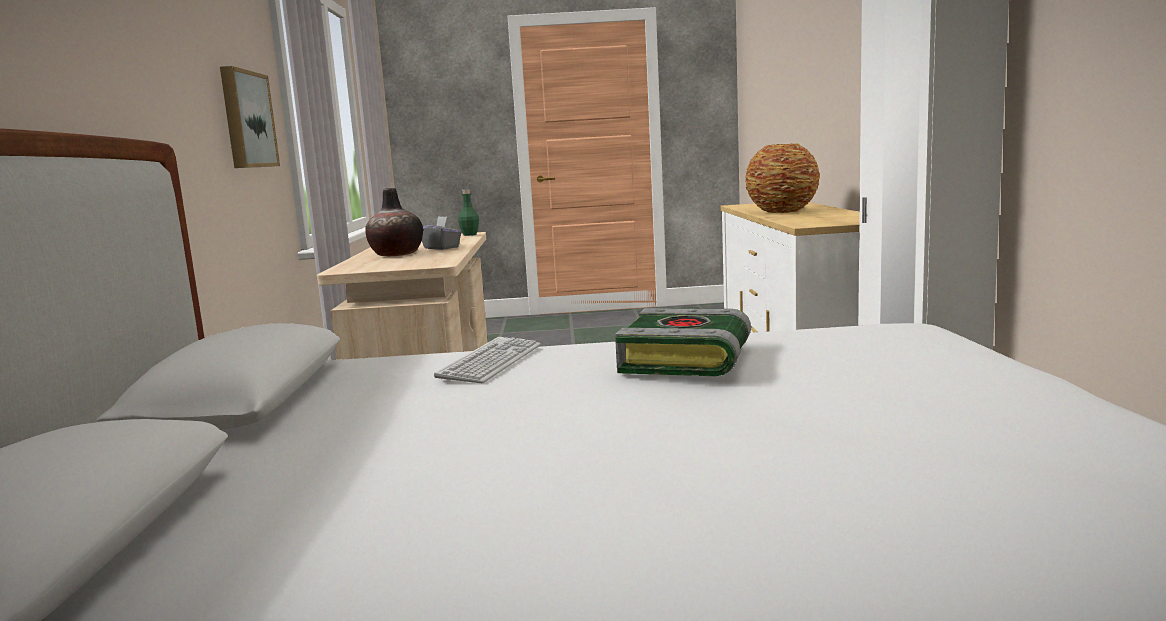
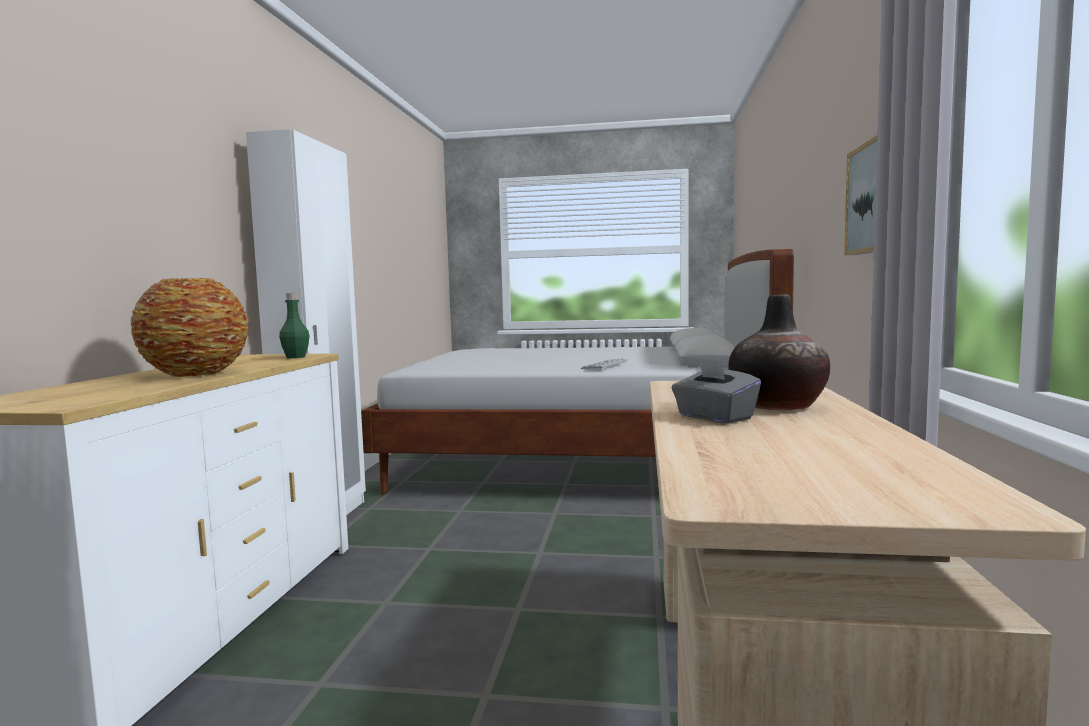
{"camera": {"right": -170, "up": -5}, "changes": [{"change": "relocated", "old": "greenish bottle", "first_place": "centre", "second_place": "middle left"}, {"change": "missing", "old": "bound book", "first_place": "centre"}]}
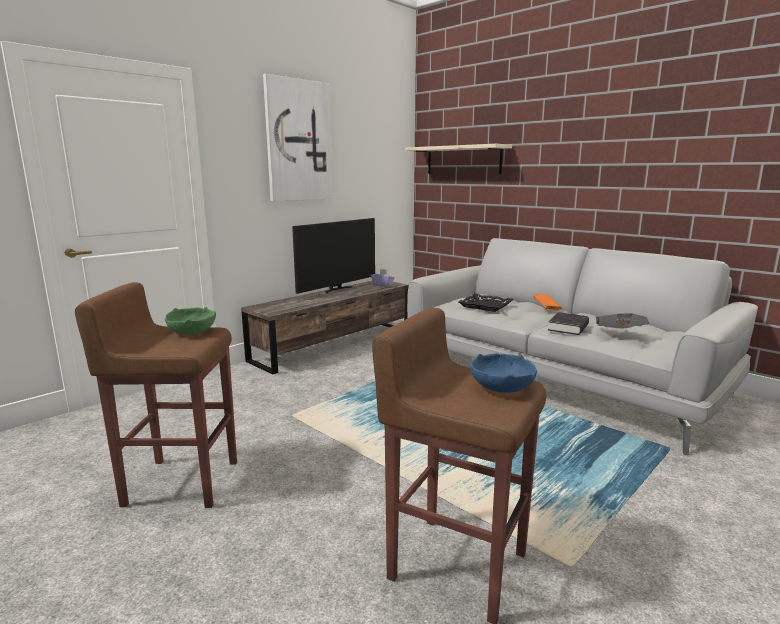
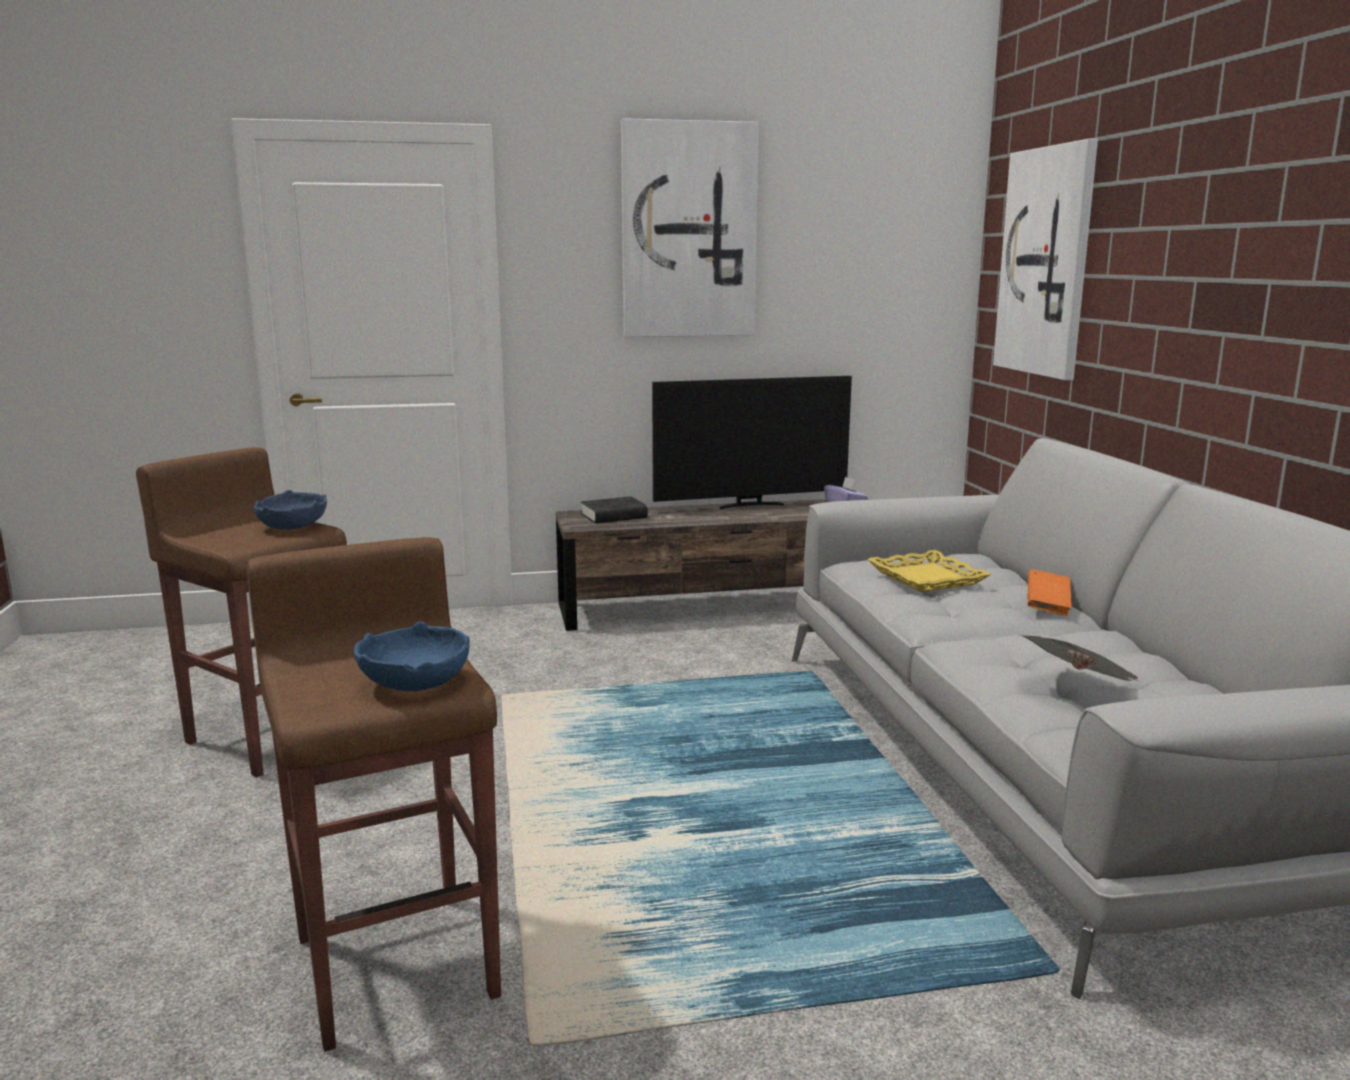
{"camera": {"right": 35, "up": 0}, "changes": [{"change": "exchanged", "old": "beige-coloured bracket shelf", "new": "wall art (no. 2 from left)", "first_place": "top centre", "second_place": "top right"}, {"change": "colour", "old": "blackish tray", "new": "yellowish tray", "first_place": "centre", "second_place": "middle right"}, {"change": "colour", "old": "greenish bowl", "new": "blue bowl (no. 1 from left)", "first_place": "middle left", "second_place": "middle left"}, {"change": "relocated", "old": "blackish bound book", "first_place": "middle right", "second_place": "centre"}]}
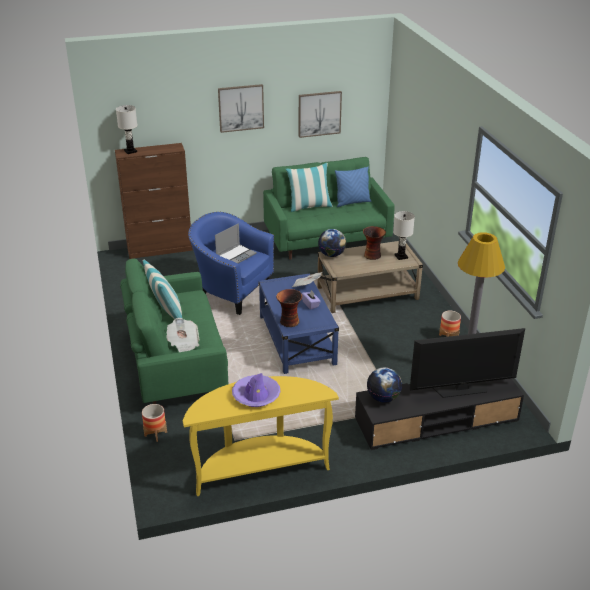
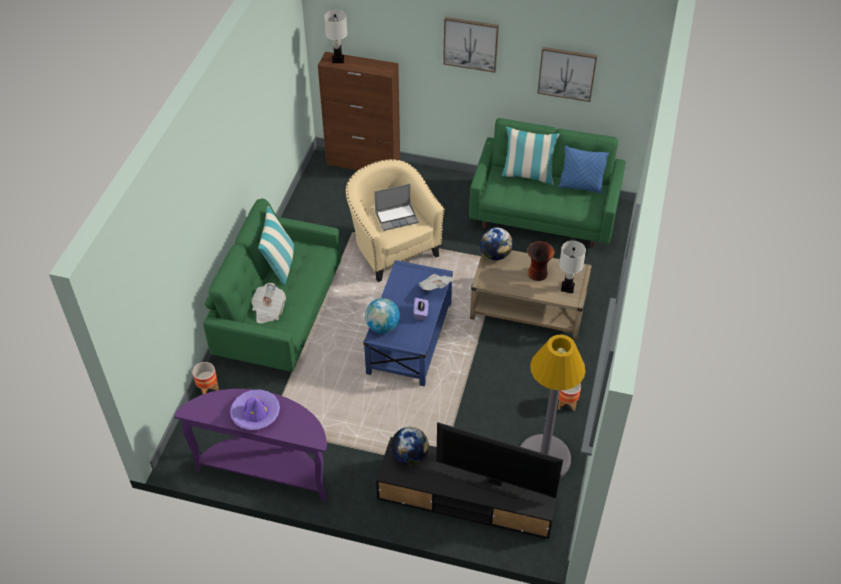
{"camera": {"right": 30, "up": 15}, "changes": [{"change": "colour", "old": "blue easy chair", "new": "beige-coloured easy chair", "first_place": "centre", "second_place": "centre"}, {"change": "exchanged", "old": "decorative vase (no. 1 from left)", "new": "desk globe (no. 1 from left)", "first_place": "centre", "second_place": "centre"}, {"change": "colour", "old": "yellowish console table", "new": "purplish console table", "first_place": "bottom centre", "second_place": "bottom left"}]}
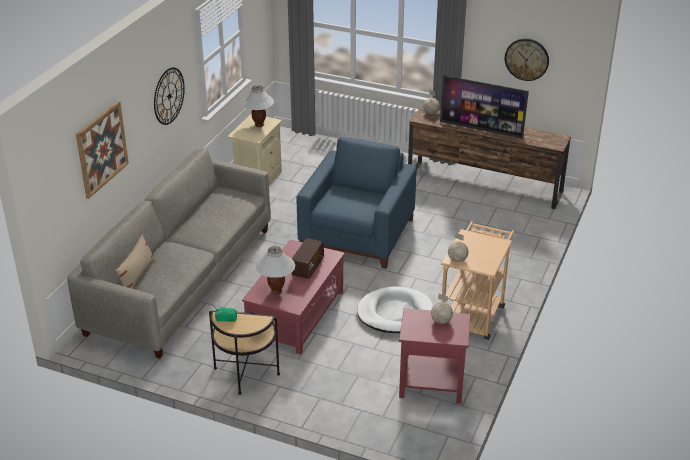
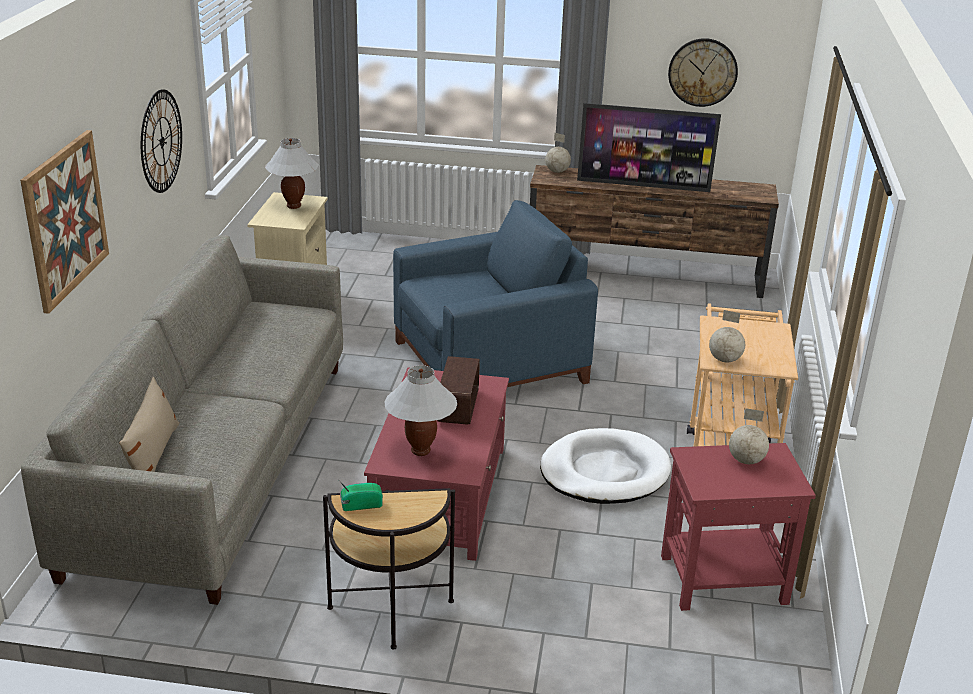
{"camera": {"right": -15, "up": -5}, "changes": [{"change": "spun", "old": "blue easy chair", "first_place": "centre", "second_place": "centre", "degrees": 60}]}
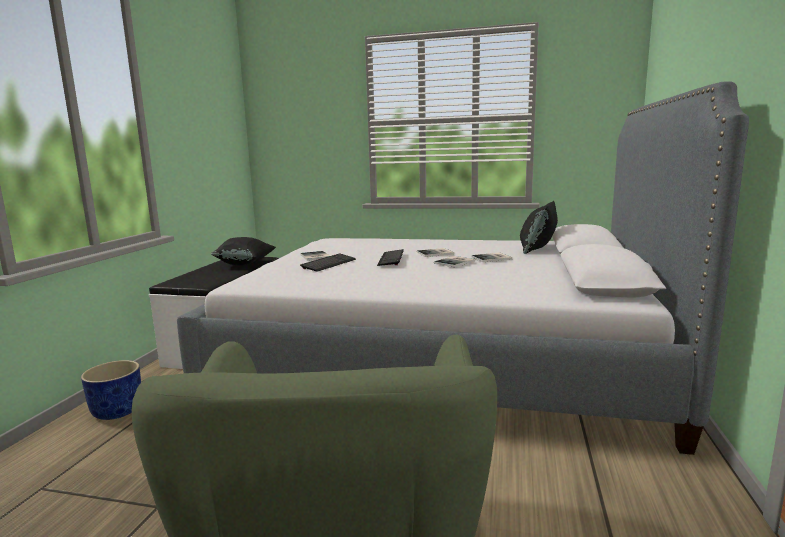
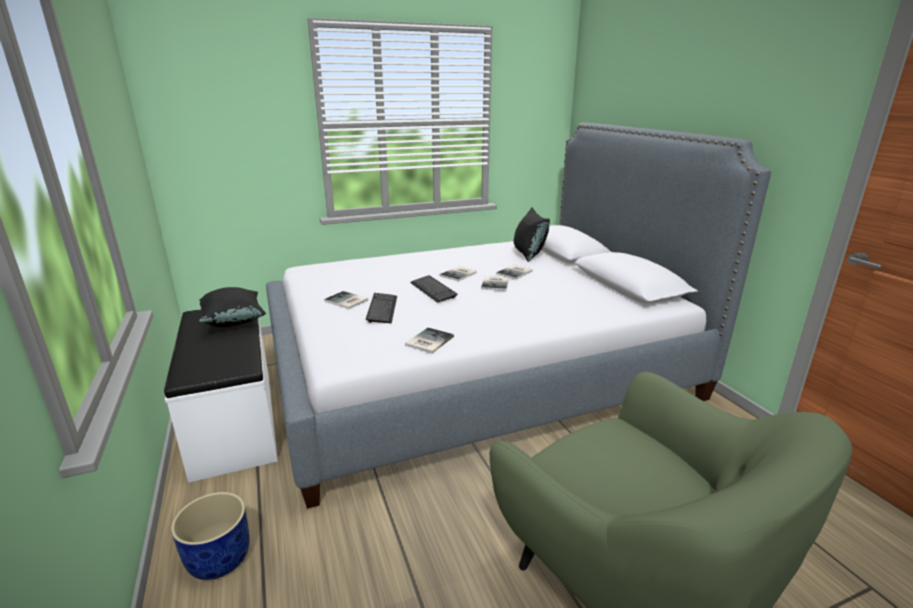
{"camera": {"right": -35, "up": 10}, "changes": [{"change": "appeared", "new": "bound book (no. 2 from left)", "second_place": "centre"}]}
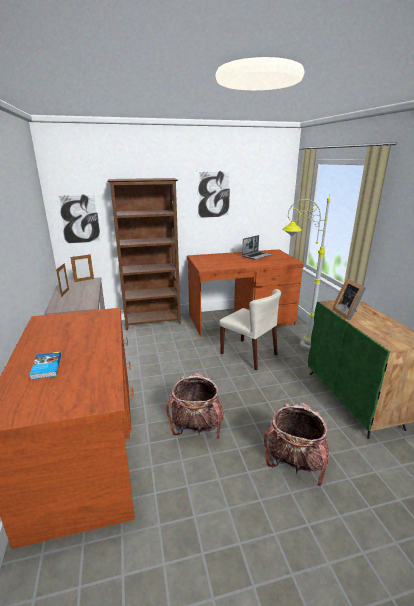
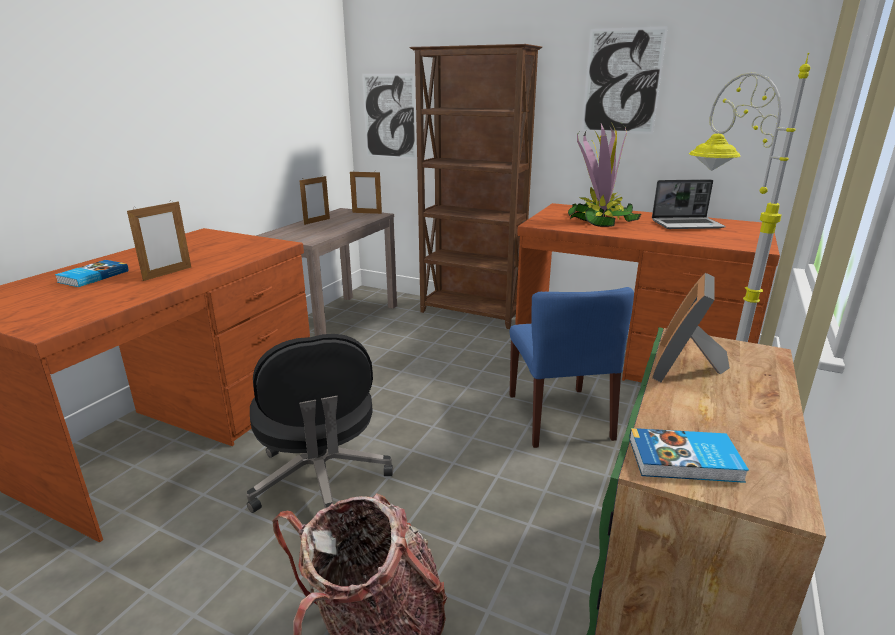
{"camera": {"right": 40, "up": 0}, "changes": [{"change": "colour", "old": "beige-coloured upright chair", "new": "blue upright chair", "first_place": "centre", "second_place": "centre"}, {"change": "exchanged", "old": "knapsack (no. 1 from left)", "new": "blackish computer chair", "first_place": "bottom centre", "second_place": "centre"}, {"change": "appeared", "new": "houseplant", "second_place": "top right"}, {"change": "appeared", "new": "picture frame (no. 1 from left)", "second_place": "middle left"}, {"change": "appeared", "new": "bound book (no. 2 from left)", "second_place": "bottom right"}]}
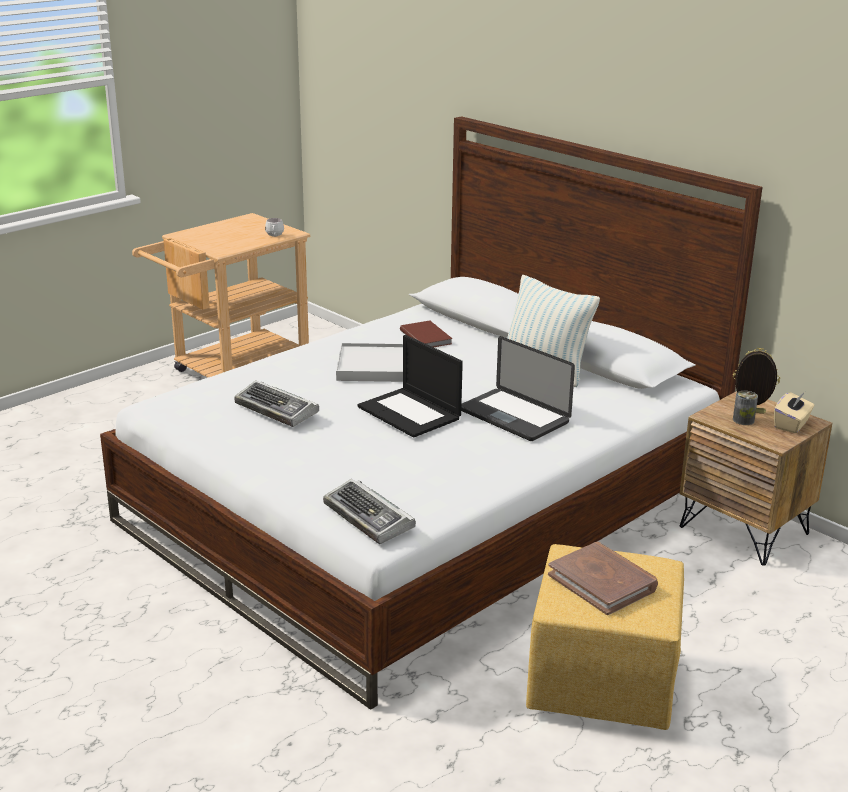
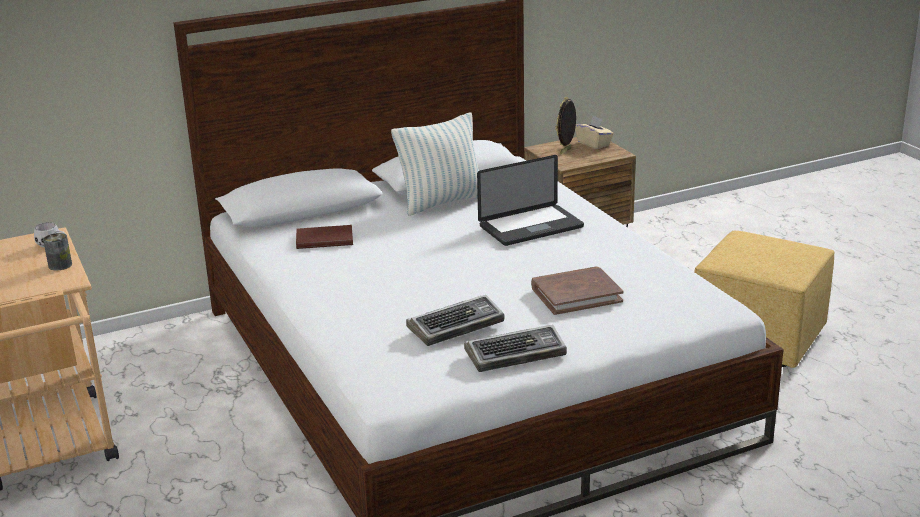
{"camera": {"right": -70, "up": 0}, "changes": [{"change": "missing", "old": "notebook computer (no. 1 from left)", "first_place": "centre"}, {"change": "missing", "old": "white tray", "first_place": "centre"}, {"change": "relocated", "old": "sealed can", "first_place": "middle right", "second_place": "middle left"}, {"change": "relocated", "old": "computer keyboard (no. 2 from left)", "first_place": "centre", "second_place": "bottom centre"}, {"change": "relocated", "old": "brownish bound book (no. 2 from left)", "first_place": "bottom right", "second_place": "centre"}]}
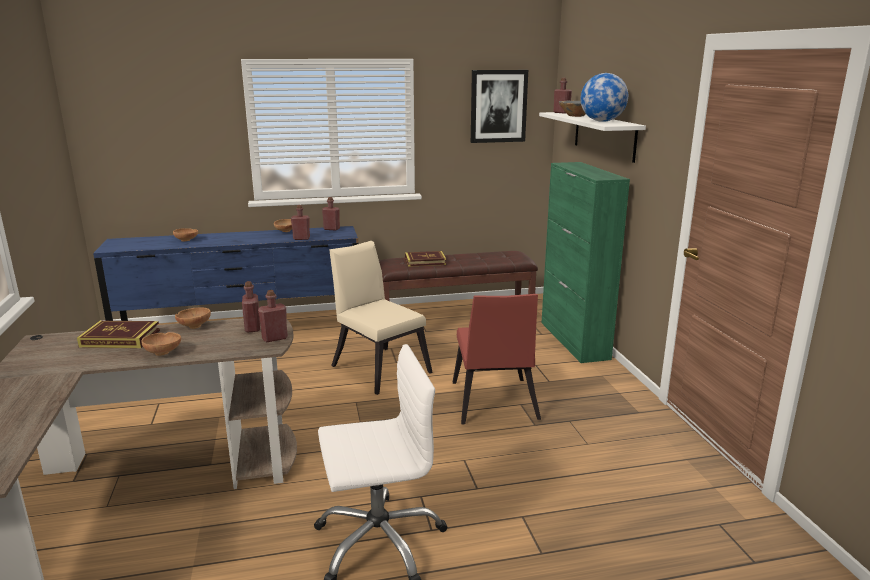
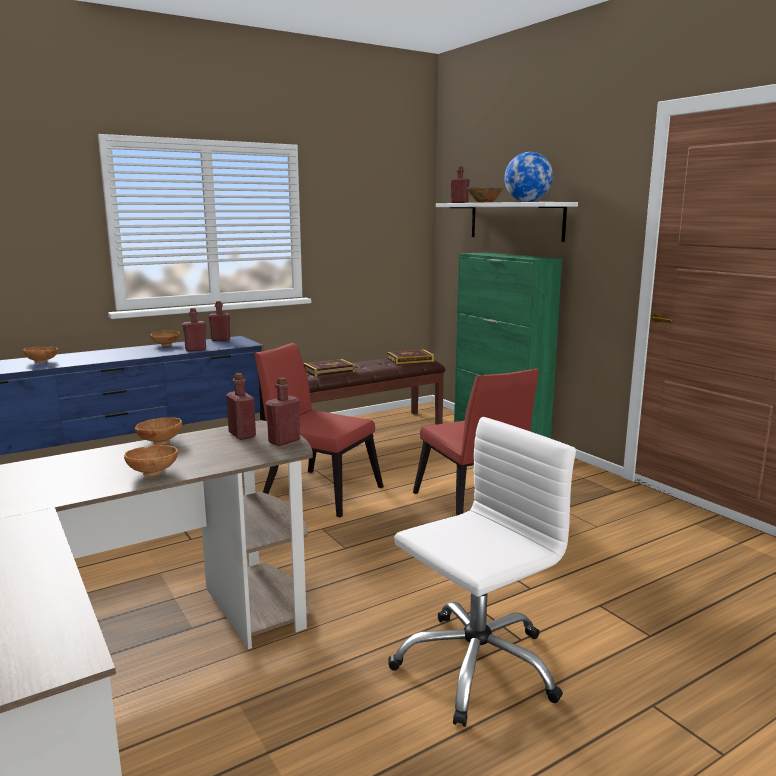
{"camera": {"right": -20, "up": -5}, "changes": [{"change": "missing", "old": "wall art", "first_place": "top centre"}, {"change": "colour", "old": "beige-coloured upright chair", "new": "red upright chair (no. 1 from left)", "first_place": "centre", "second_place": "centre"}, {"change": "relocated", "old": "bound book (no. 1 from left in the first image)", "new": "bound book (no. 2 from left)", "first_place": "middle left", "second_place": "centre"}]}
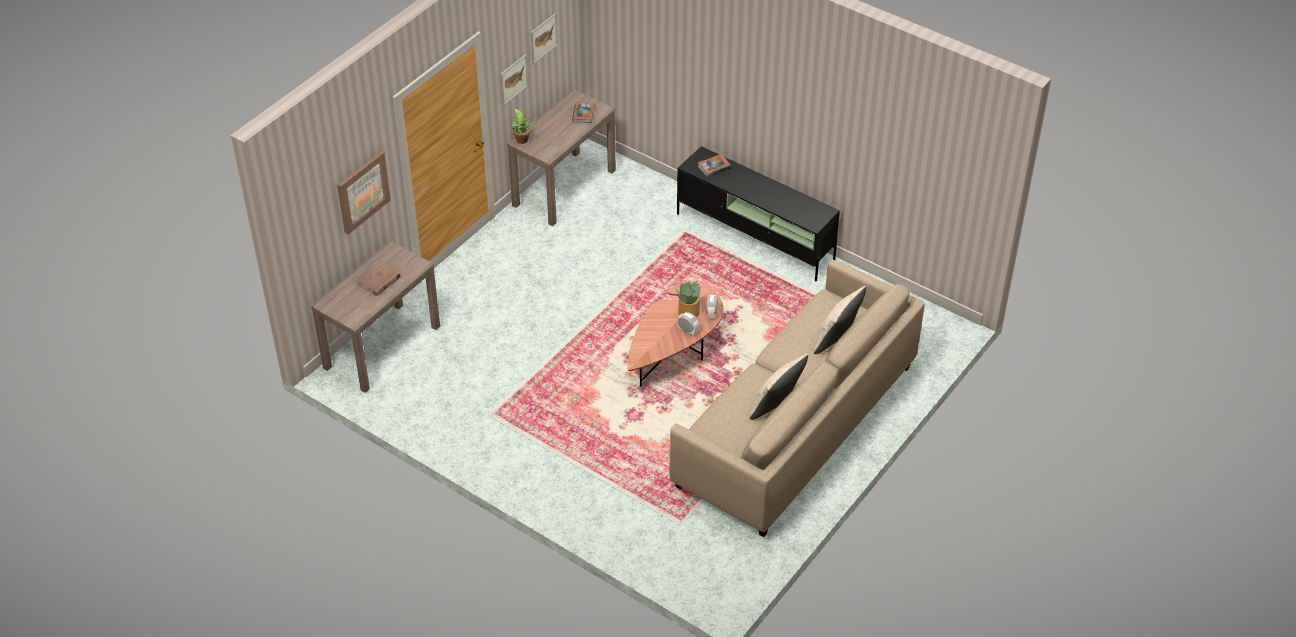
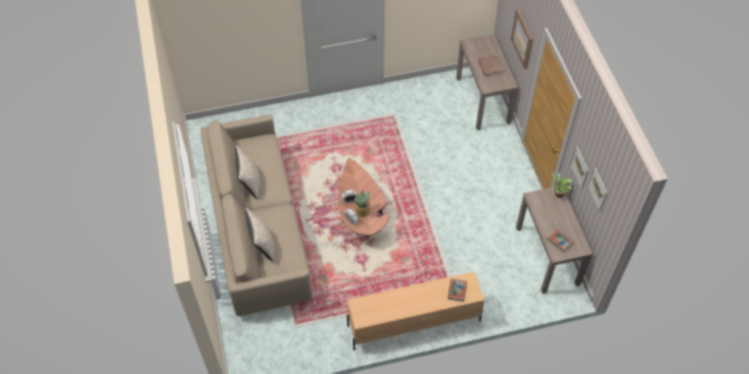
{"camera": {"right": 130, "up": 10}, "changes": [{"change": "colour", "old": "blackish tv stand", "new": "beige-coloured tv stand", "first_place": "centre", "second_place": "bottom centre"}]}
